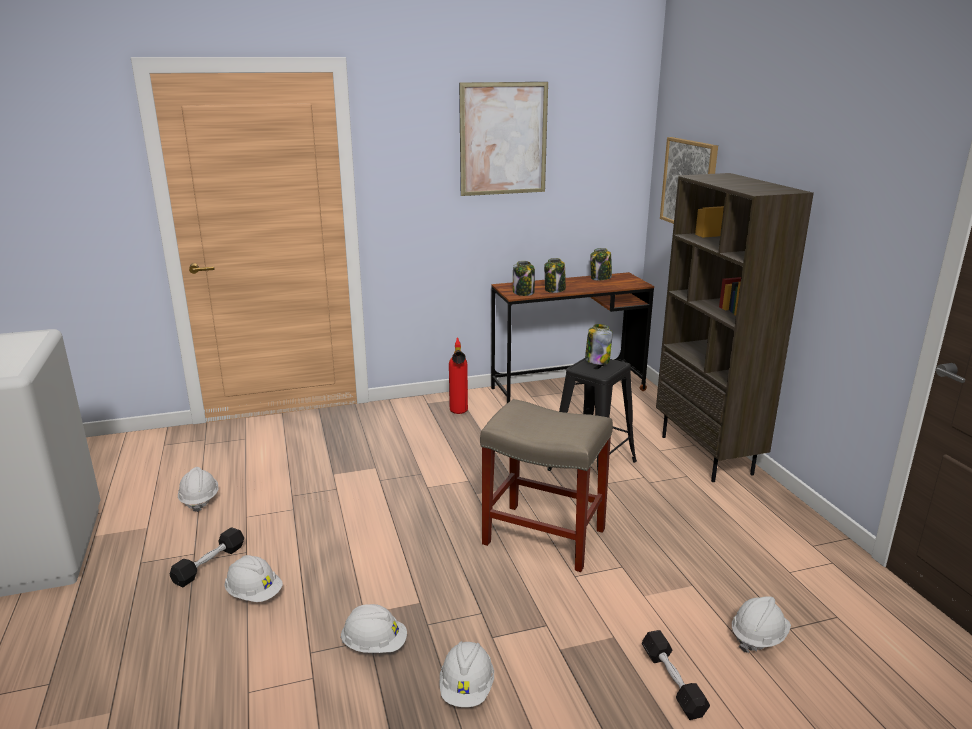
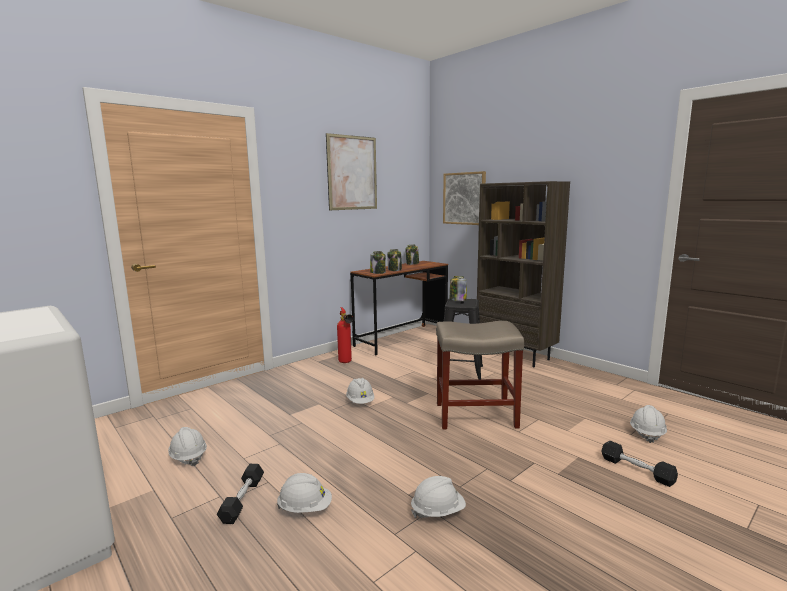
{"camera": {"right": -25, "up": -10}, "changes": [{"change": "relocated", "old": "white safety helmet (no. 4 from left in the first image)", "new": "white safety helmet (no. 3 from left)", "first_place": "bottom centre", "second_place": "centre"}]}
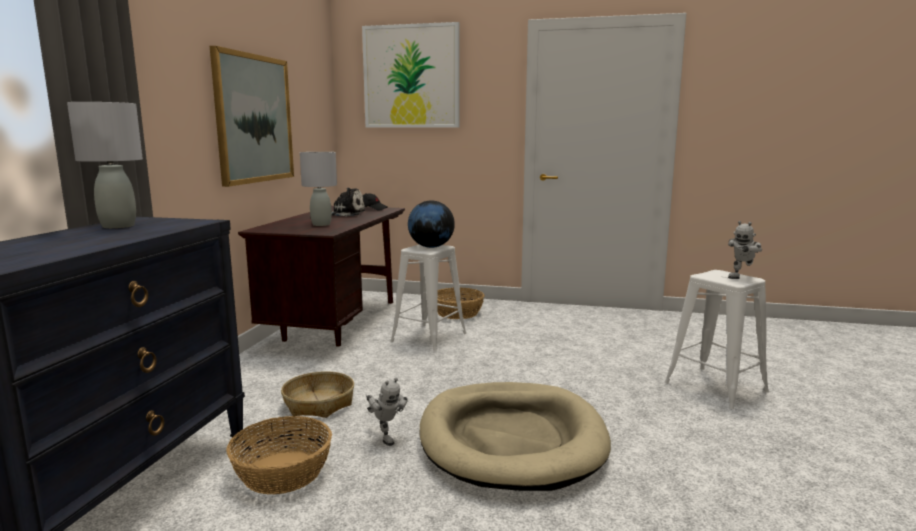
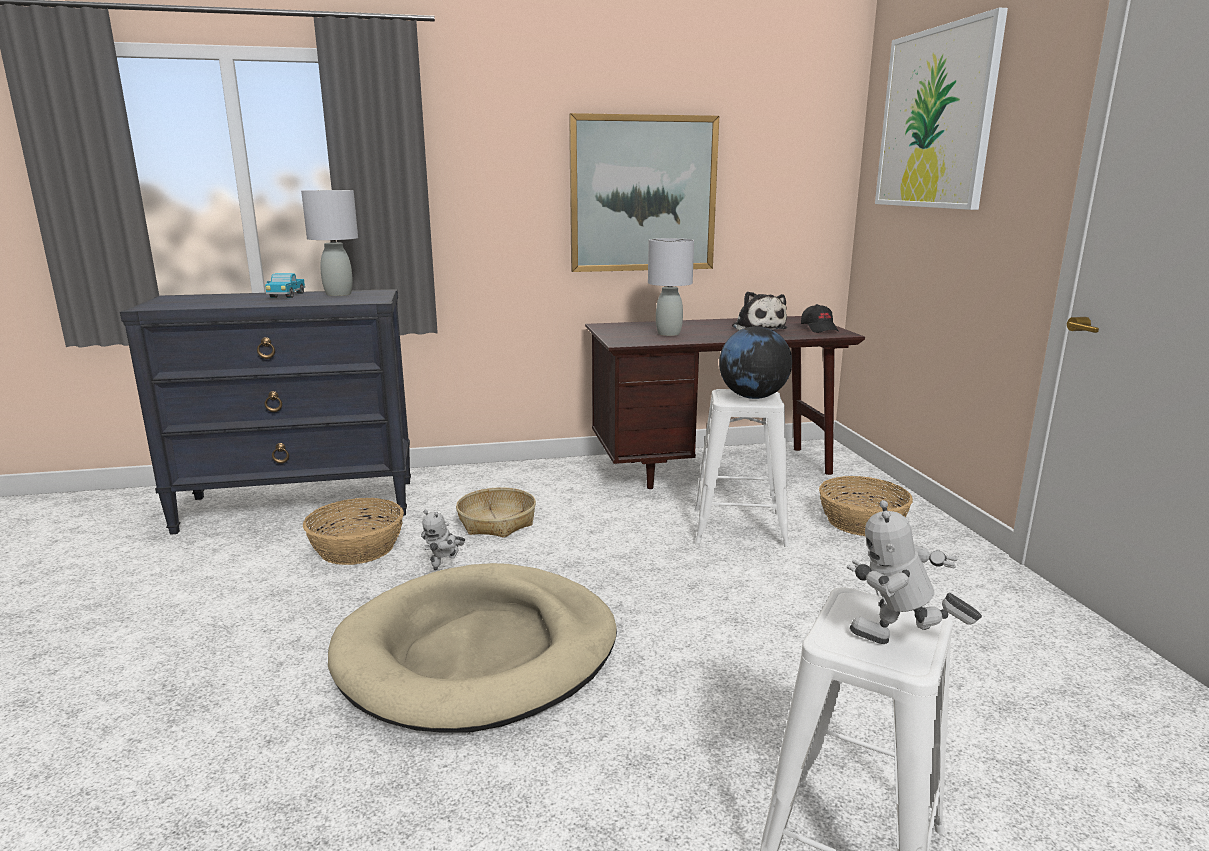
{"camera": {"right": 65, "up": 5}, "changes": [{"change": "appeared", "new": "toy truck", "second_place": "middle left"}]}
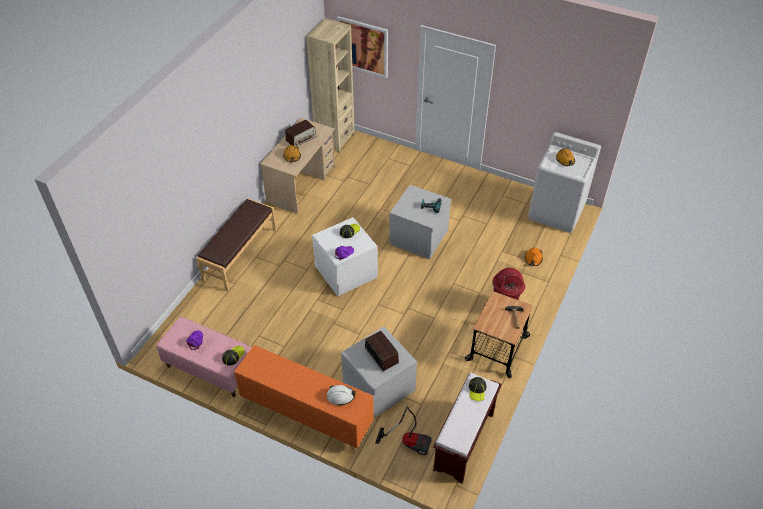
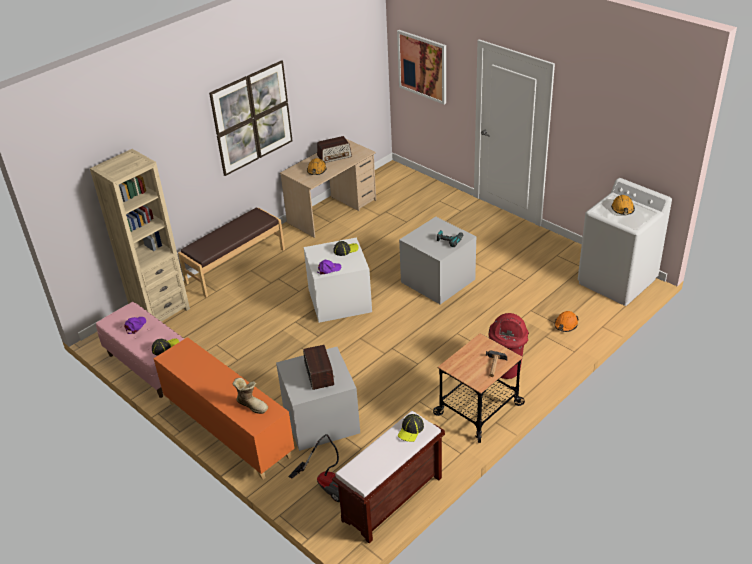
{"camera": {"right": 20, "up": -10}, "changes": [{"change": "relocated", "old": "beige-coloured shelving unit", "first_place": "top centre", "second_place": "middle left"}, {"change": "exchanged", "old": "white safety helmet", "new": "high-top boot", "first_place": "bottom centre", "second_place": "bottom left"}, {"change": "appeared", "new": "wall art (no. 1 from left)", "second_place": "top left"}]}
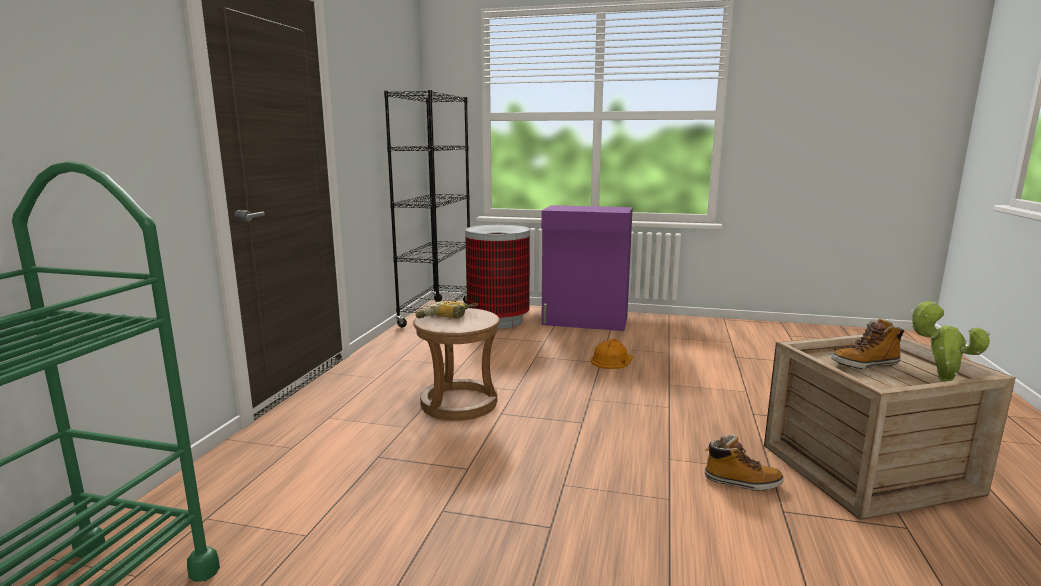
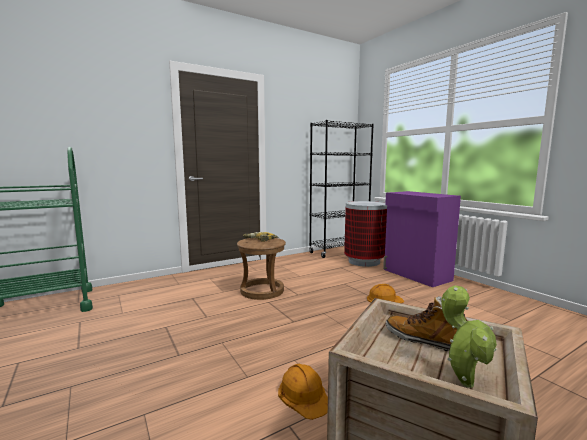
{"camera": {"right": 45, "up": -5}, "changes": [{"change": "exchanged", "old": "high-top boot (no. 1 from left)", "new": "orangey safety helmet (no. 1 from left)", "first_place": "bottom right", "second_place": "bottom centre"}]}
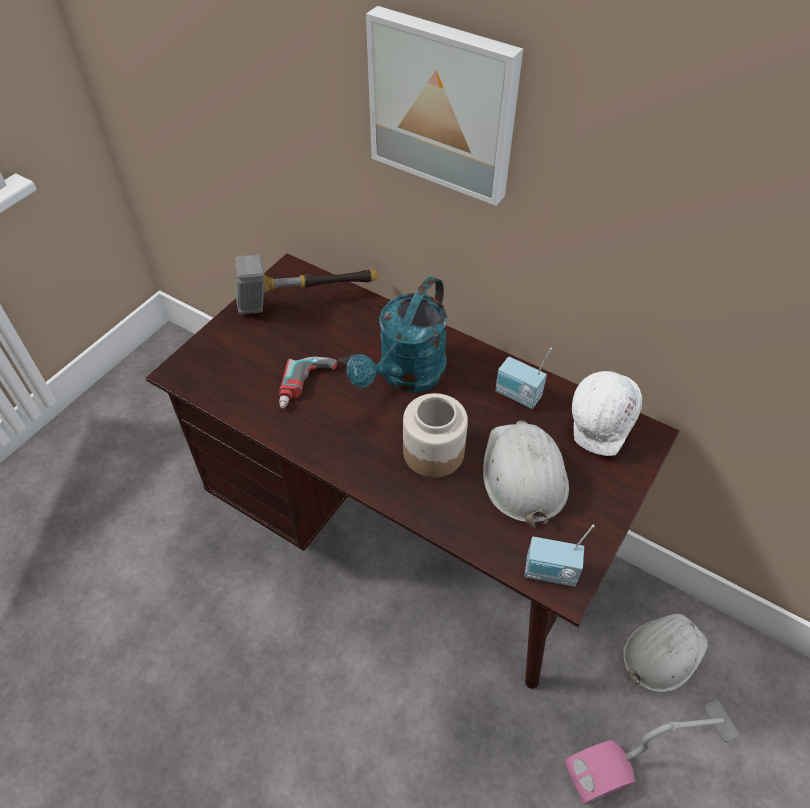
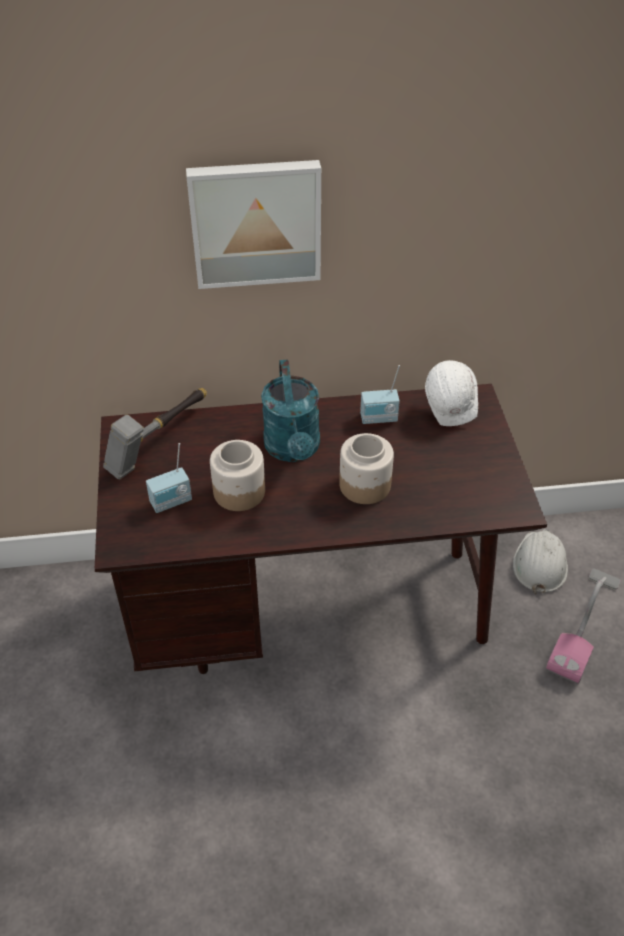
{"camera": {"right": -40, "up": -5}, "changes": [{"change": "exchanged", "old": "drill", "new": "jar (no. 1 from left)", "first_place": "centre", "second_place": "centre"}, {"change": "missing", "old": "white safety helmet (no. 1 from left)", "first_place": "centre"}, {"change": "relocated", "old": "radio receiver (no. 2 from left in the first image)", "new": "radio receiver (no. 1 from left)", "first_place": "bottom right", "second_place": "middle left"}]}
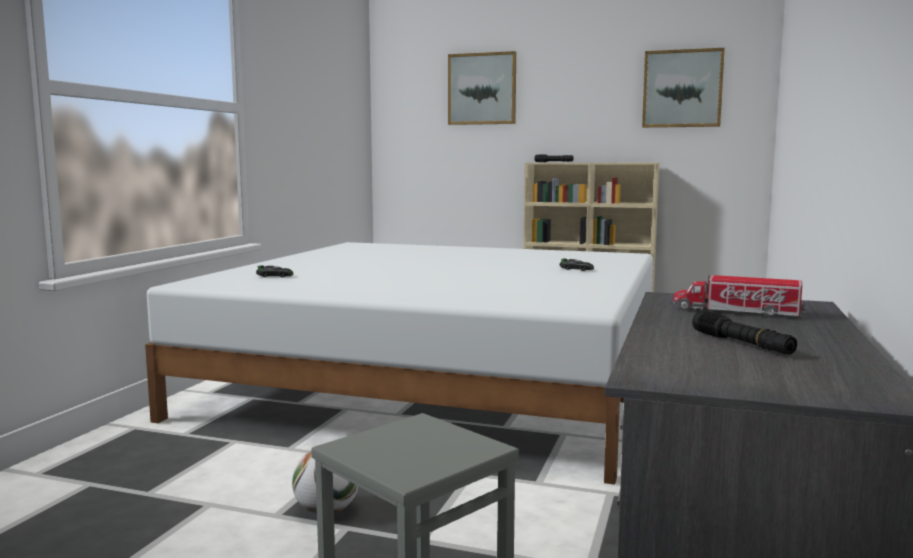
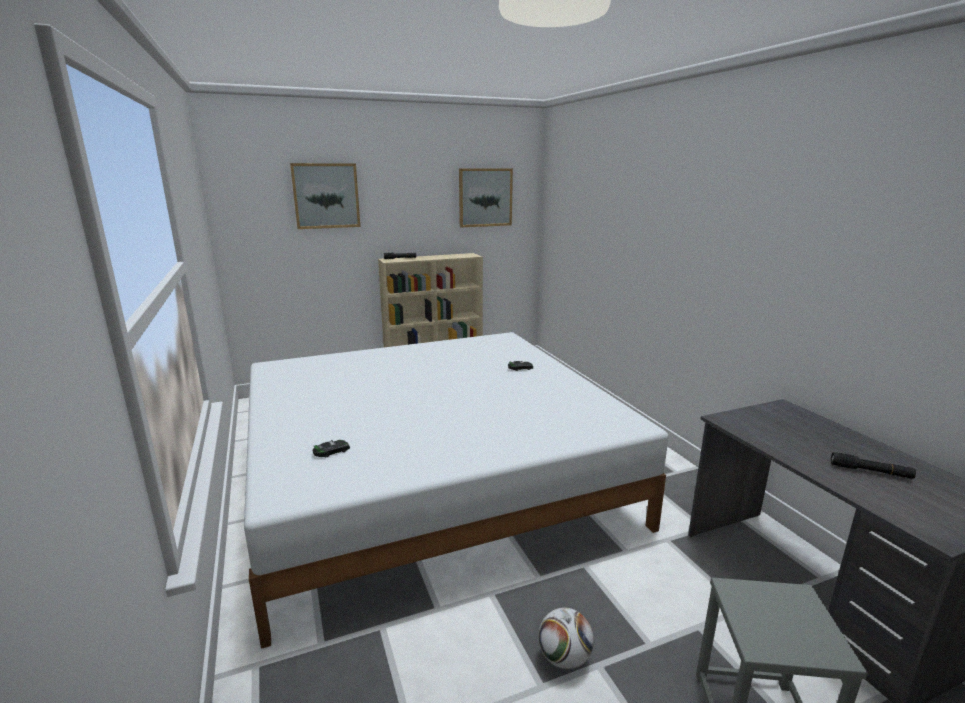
{"camera": {"right": -40, "up": 10}, "changes": [{"change": "missing", "old": "toy truck", "first_place": "middle right"}]}
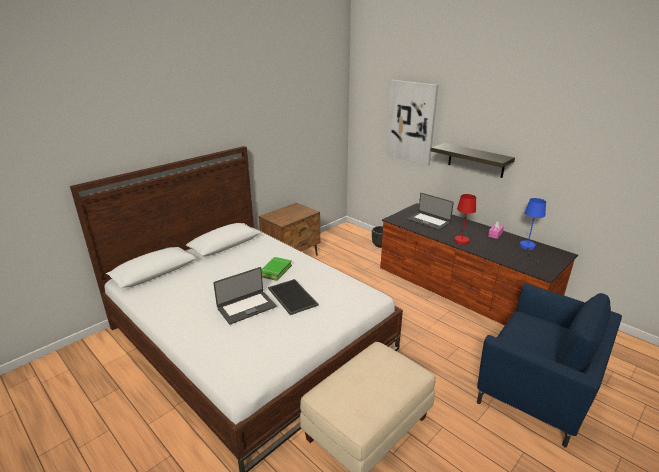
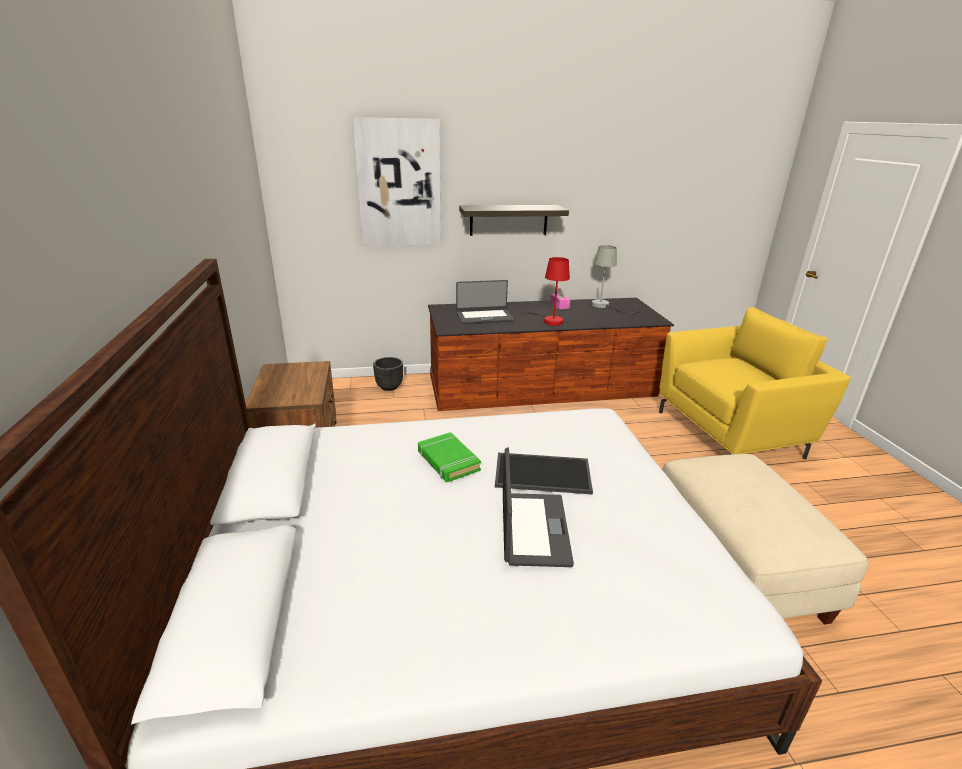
{"camera": {"right": -55, "up": 0}, "changes": [{"change": "colour", "old": "blue lamp for a table", "new": "grey lamp for a table", "first_place": "middle right", "second_place": "centre"}, {"change": "colour", "old": "blue easy chair", "new": "yellowish easy chair", "first_place": "bottom right", "second_place": "middle right"}]}
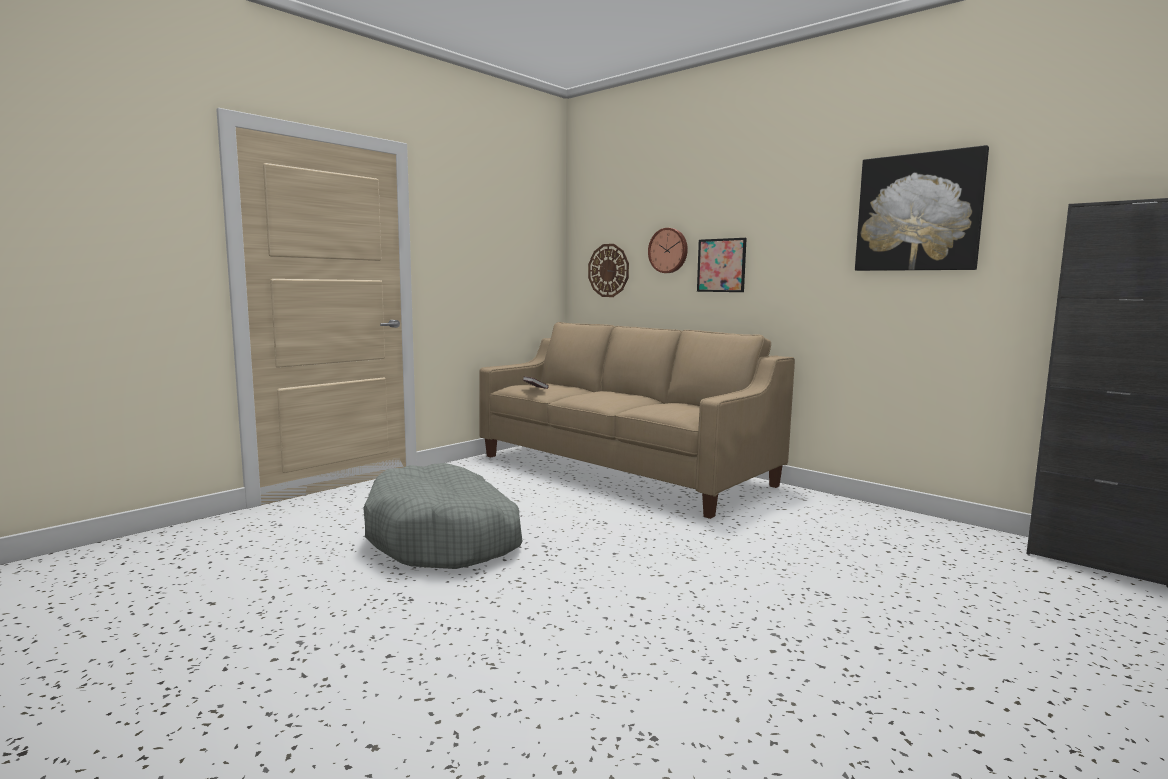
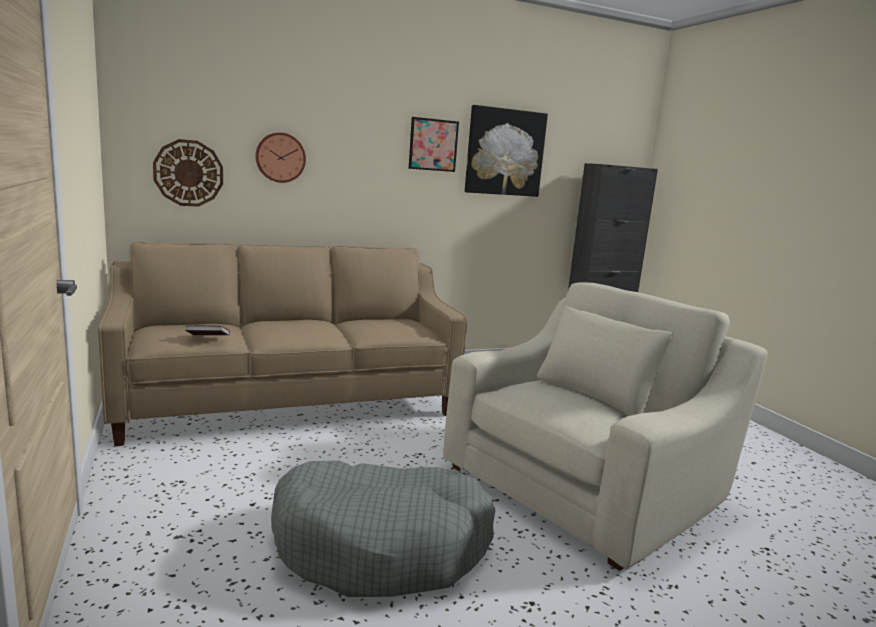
{"camera": {"right": -65, "up": 5}, "changes": [{"change": "relocated", "old": "wall art (no. 1 from left)", "first_place": "centre", "second_place": "top centre"}, {"change": "appeared", "new": "beige-coloured easy chair", "second_place": "bottom right"}]}
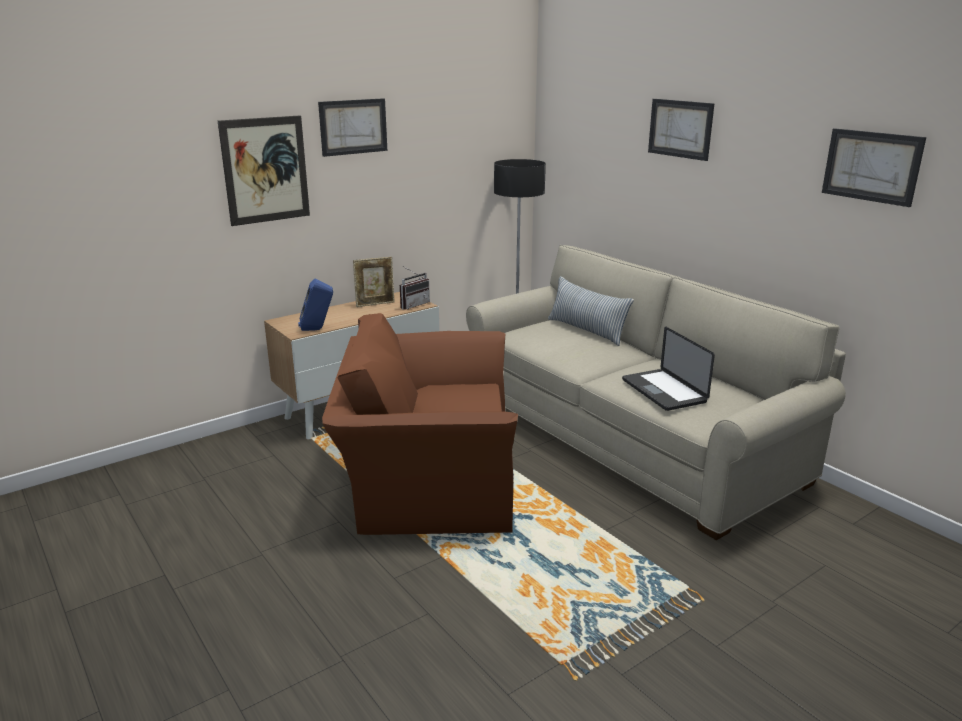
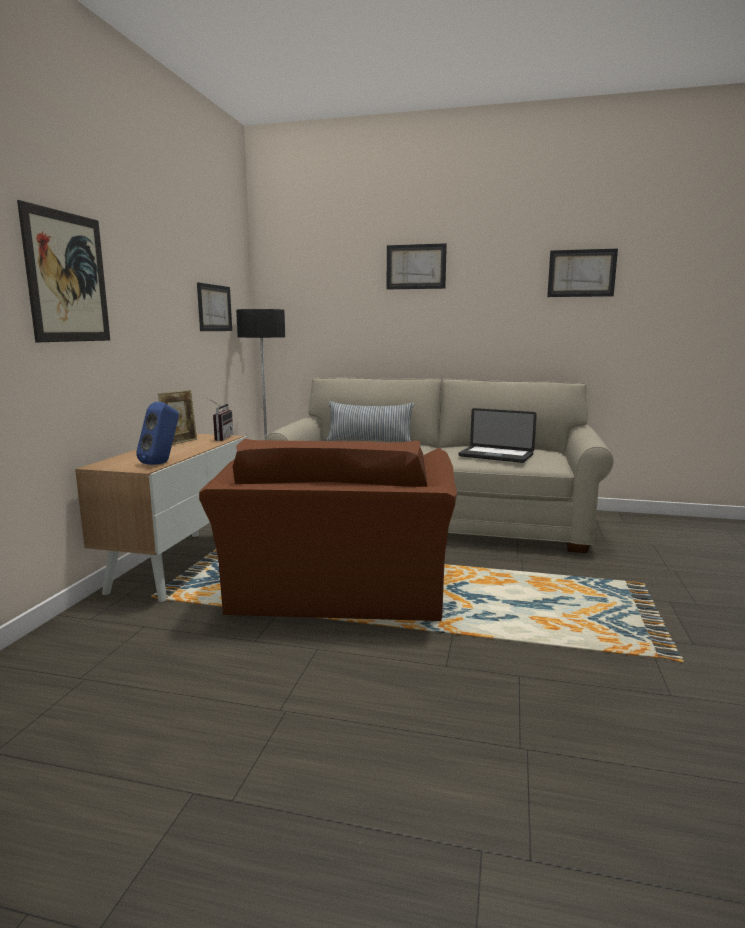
{"camera": {"right": -40, "up": -10}, "changes": [{"change": "relocated", "old": "wall art (no. 2 from left)", "first_place": "top centre", "second_place": "top left"}, {"change": "spun", "old": "brownish easy chair", "first_place": "centre", "second_place": "centre", "degrees": -45}]}
